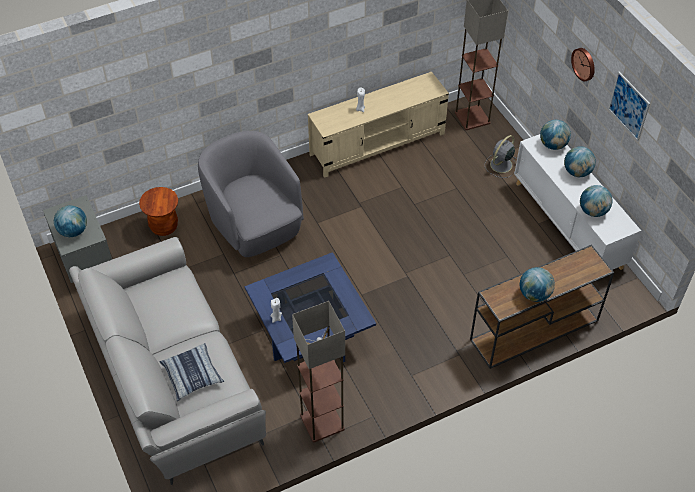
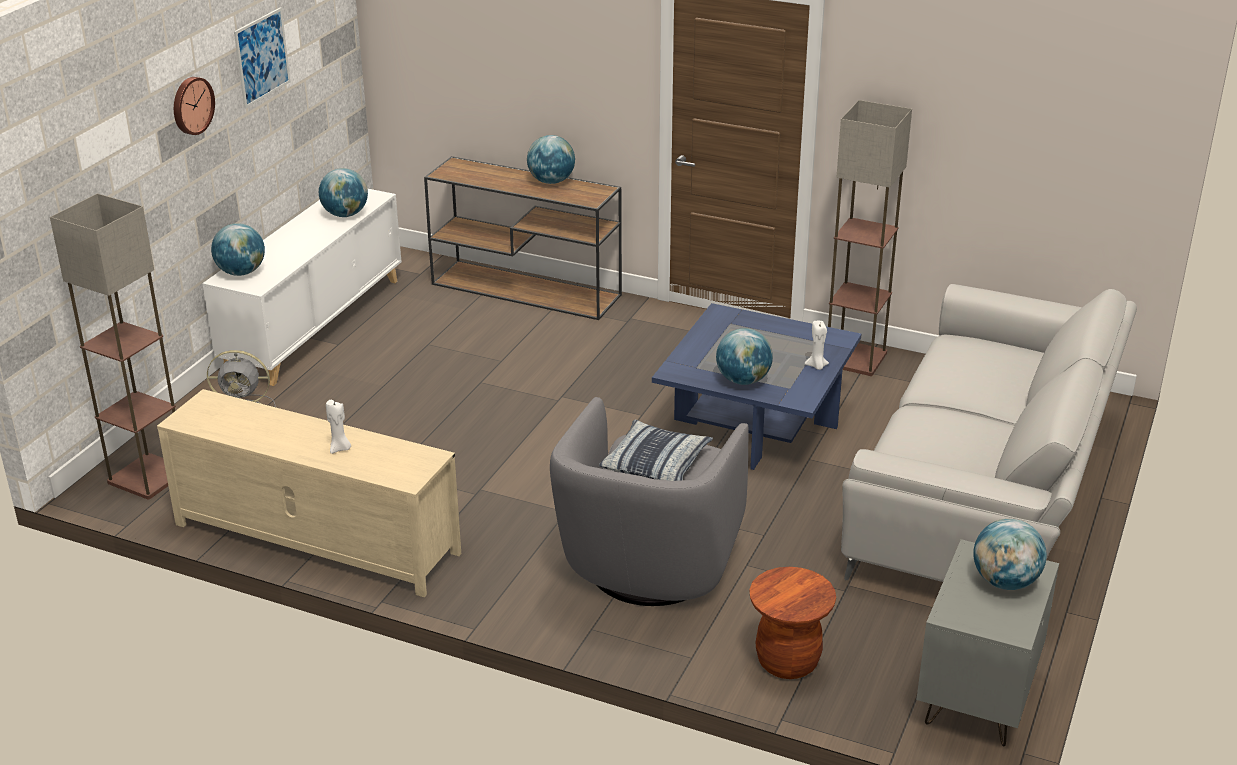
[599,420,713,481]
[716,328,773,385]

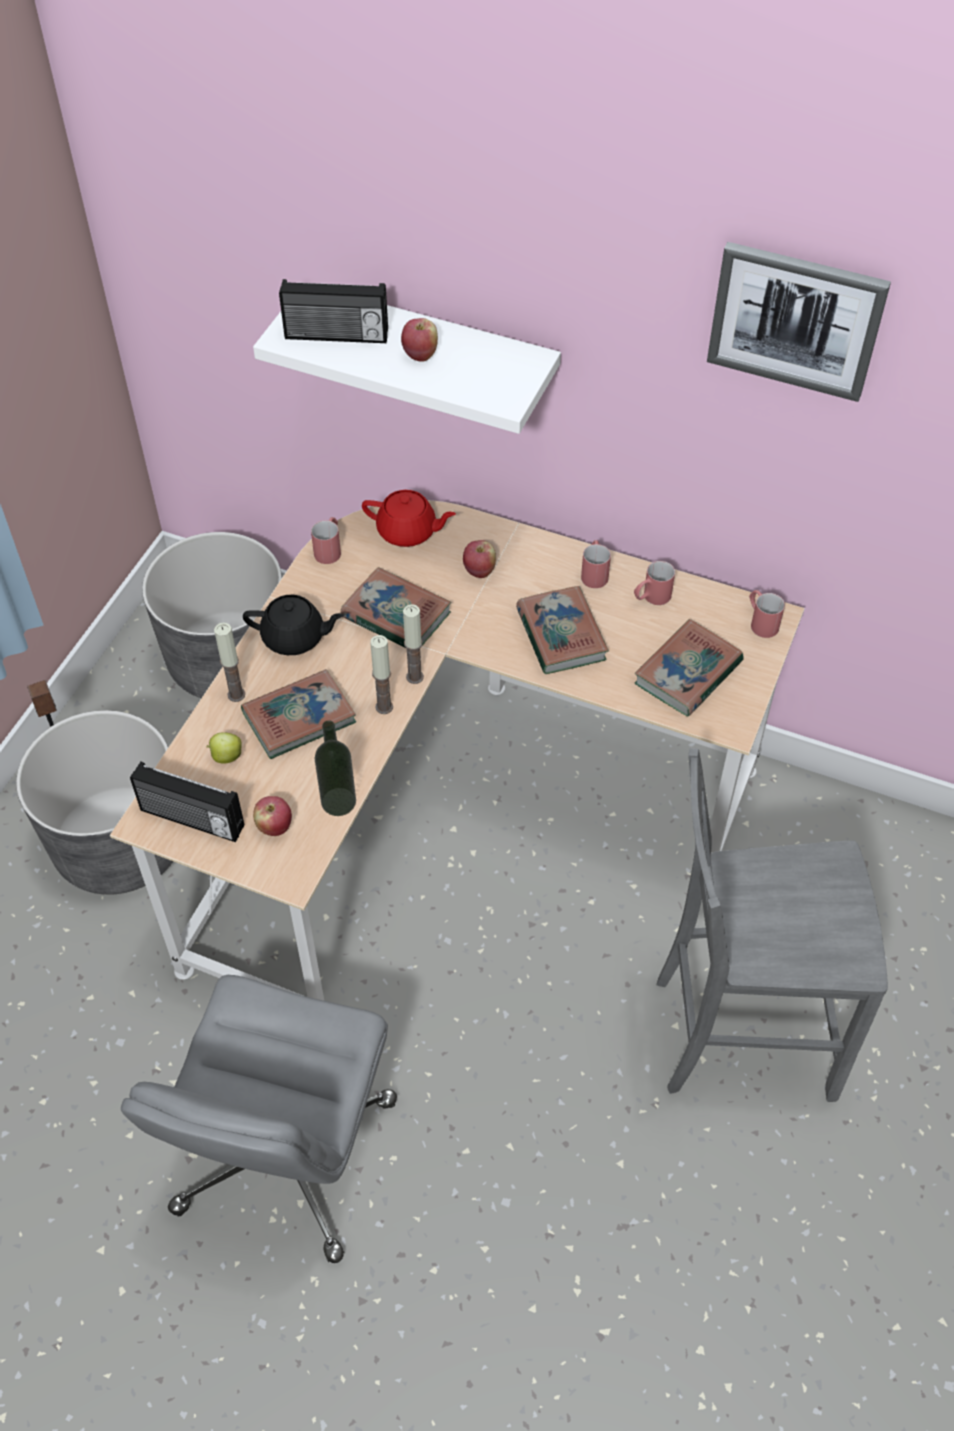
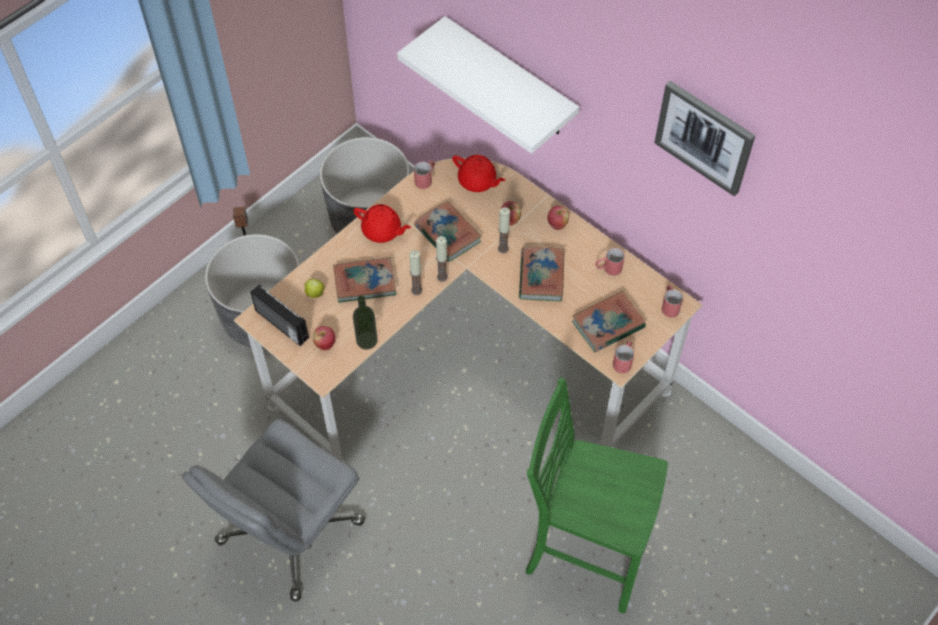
[279,279,388,343] (first image)
[498,207,510,253]
[548,206,569,230]
[613,341,634,373]
[354,204,411,243]
[526,377,668,613]

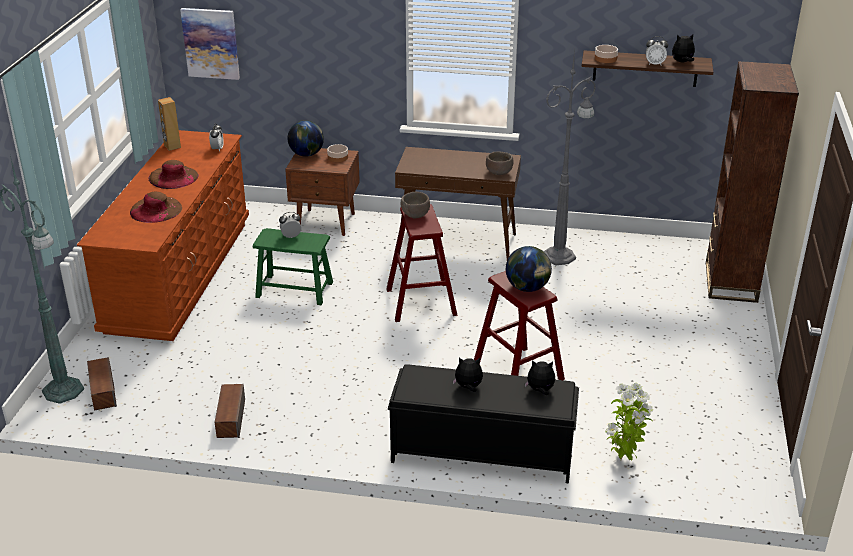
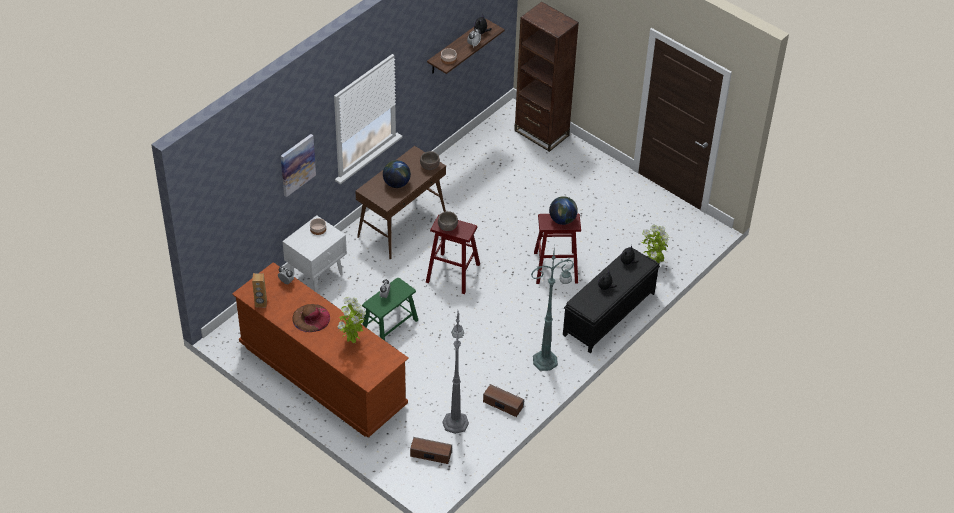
[531,246,574,371]
[281,134,316,197]
[383,160,411,188]
[442,311,469,434]
[337,297,366,344]
[282,215,347,293]

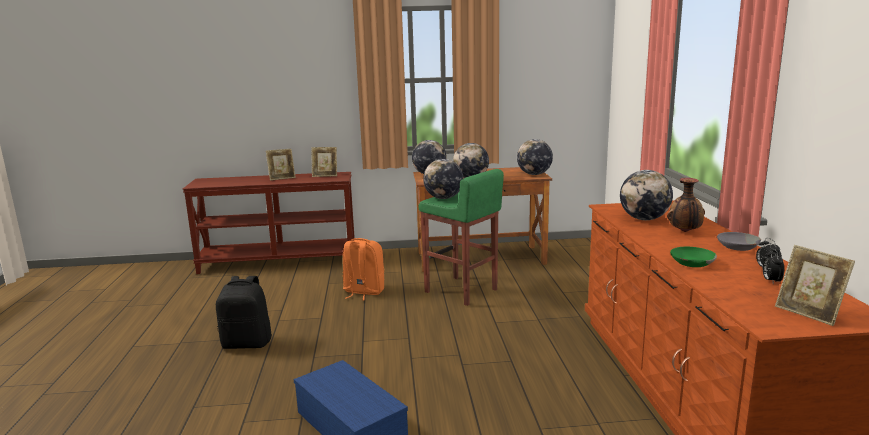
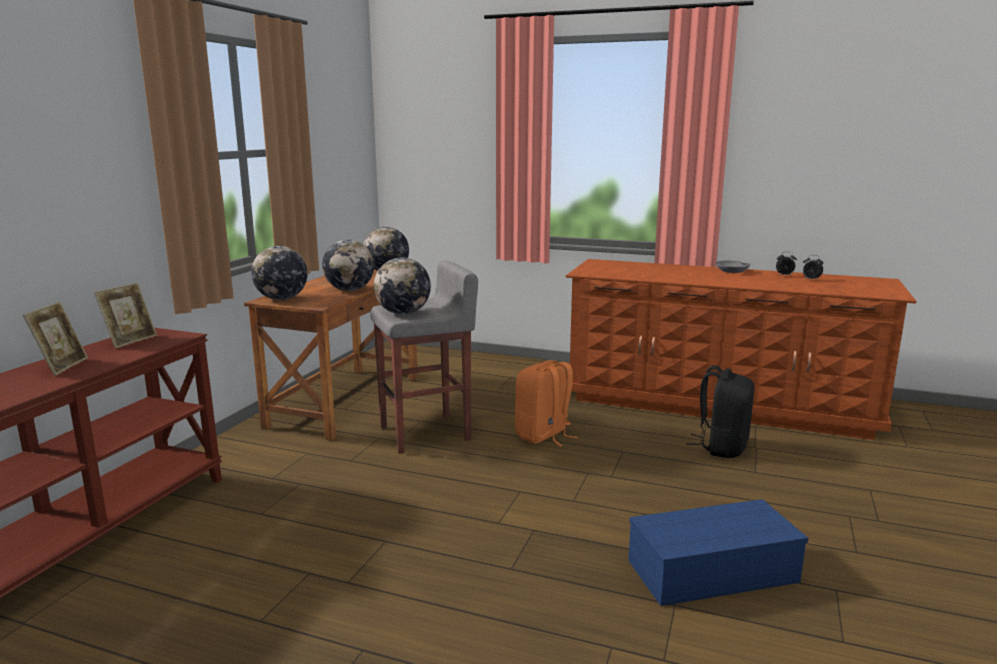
[620,170,673,220] (first image)
[667,178,705,232] (first image)
[670,247,717,267] (first image)
[775,245,855,326] (first image)
[686,365,754,458]
[515,360,578,446]
[370,260,478,454]

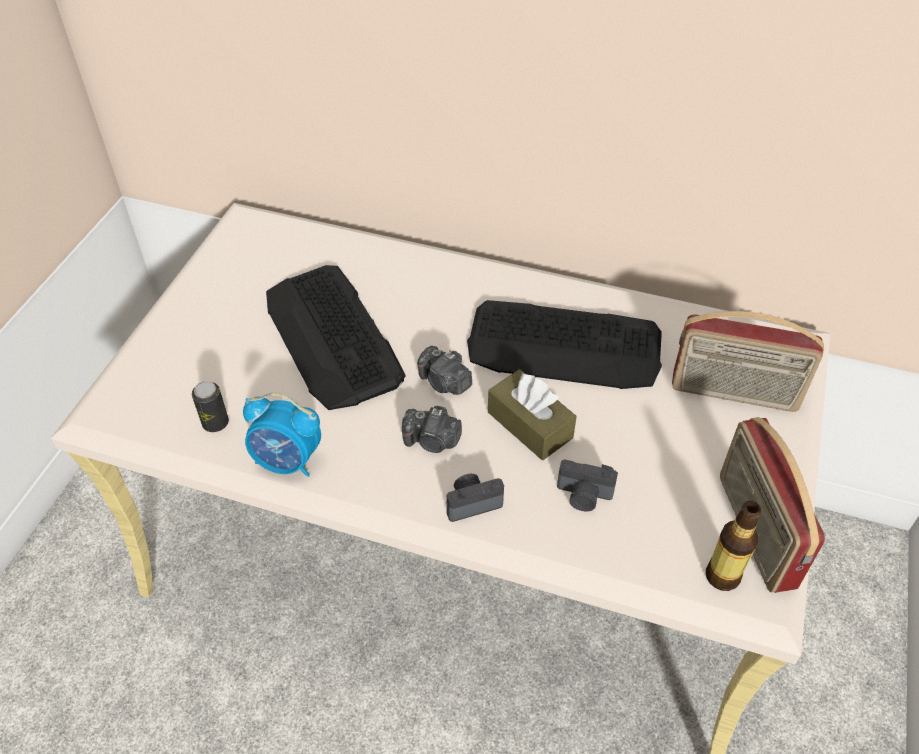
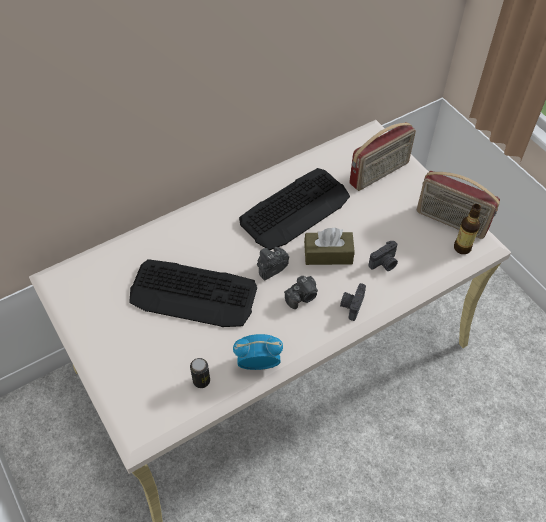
[233,334,283,370]
[257,247,289,281]

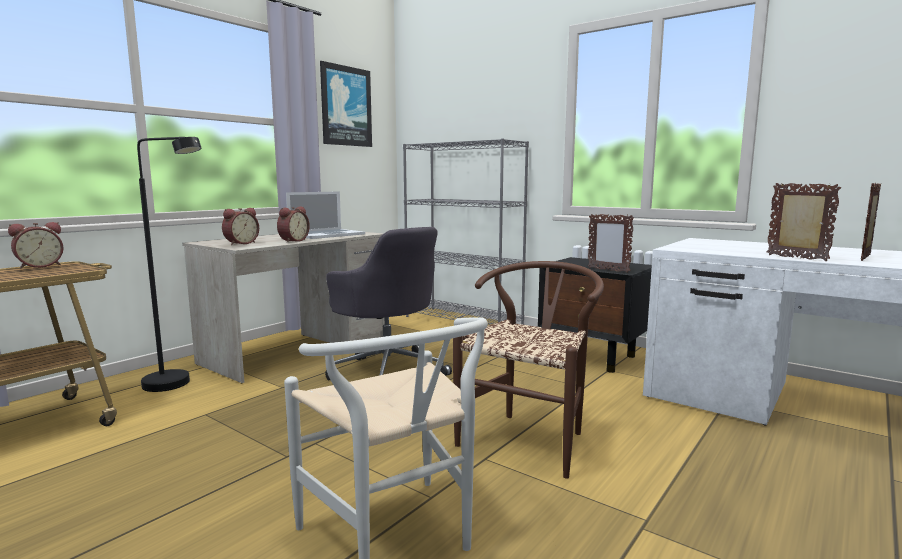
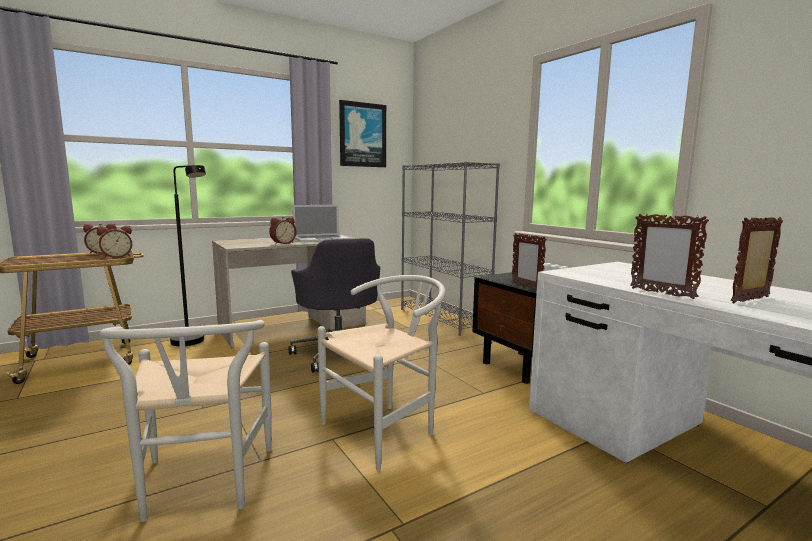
[97,226,132,258]
[317,275,446,471]
[630,214,709,299]

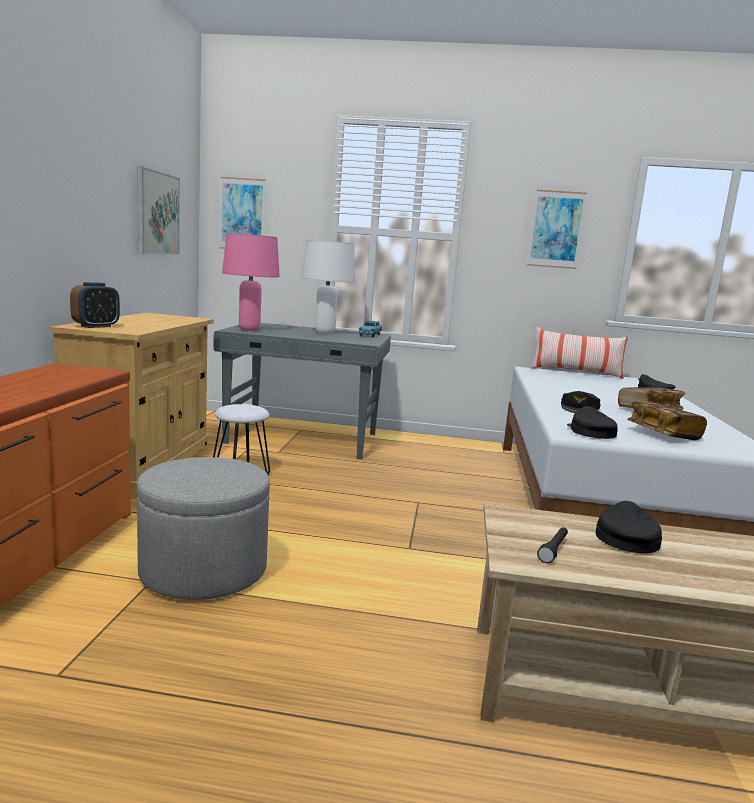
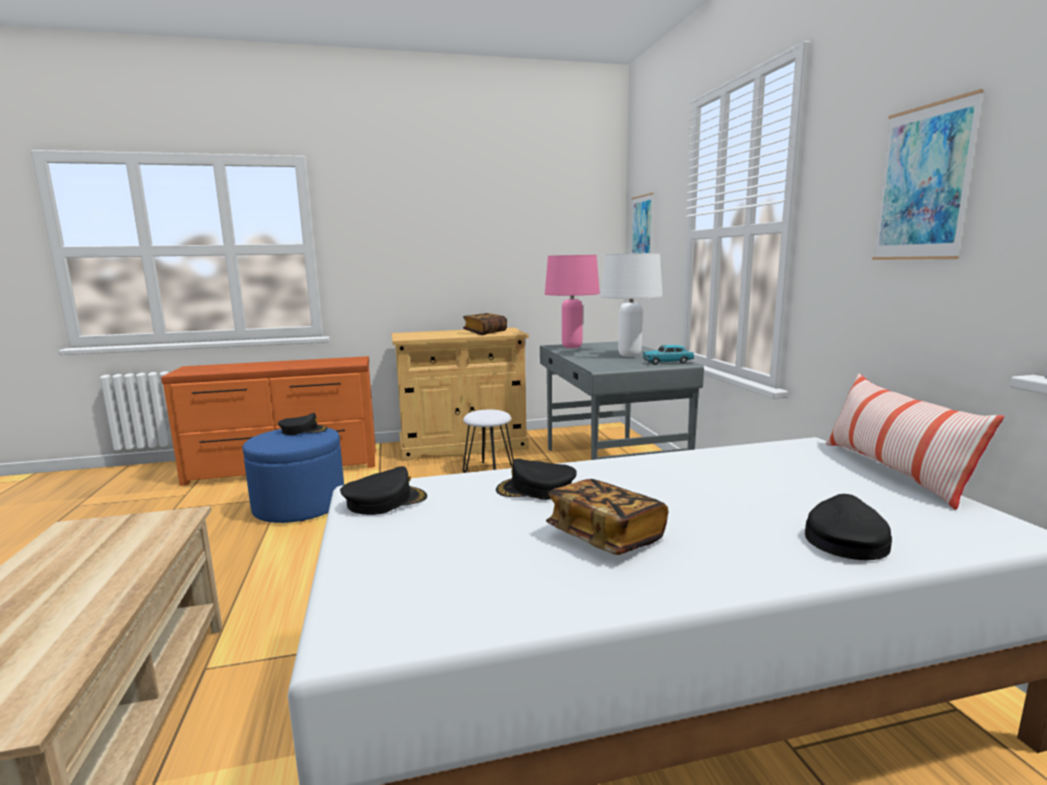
[70,282,120,328] (first image)
[137,166,180,255] (first image)
[537,527,568,563] (first image)
[278,413,328,435]
[463,313,507,335]
[243,428,344,523]

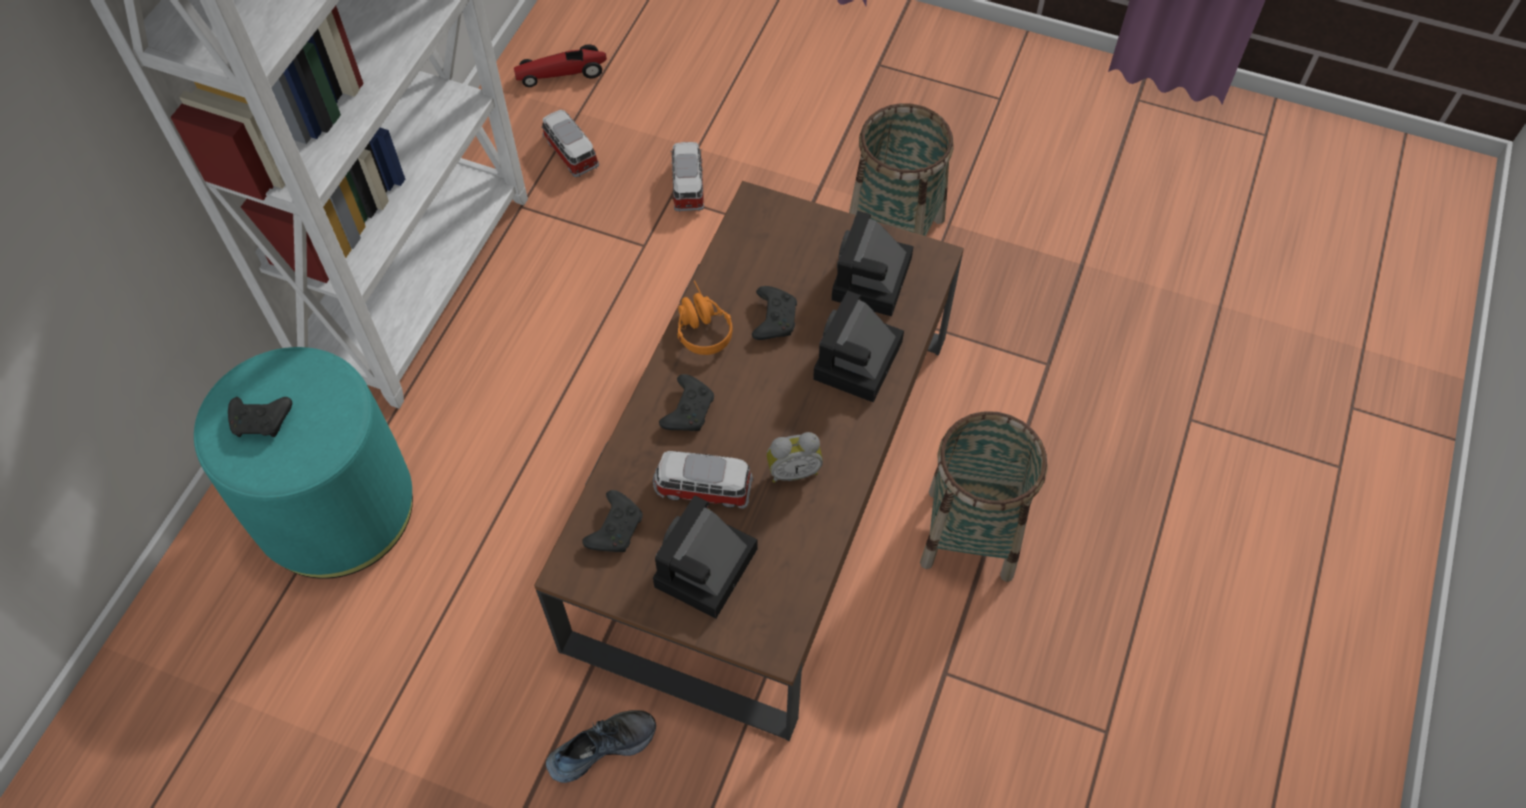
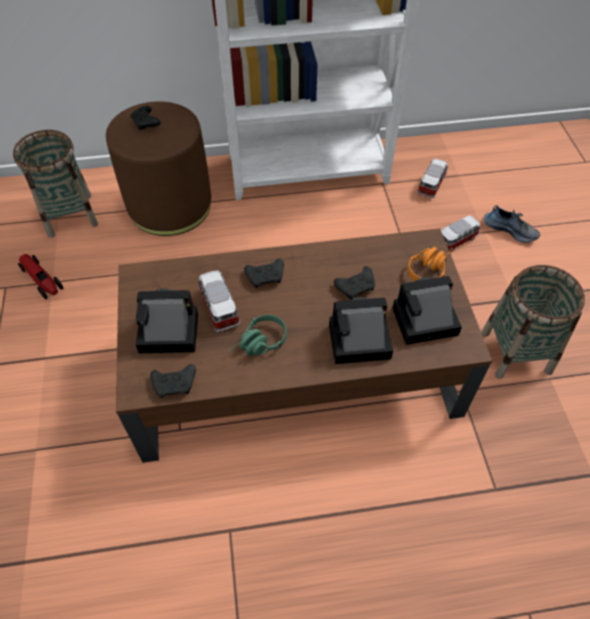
[18,254,63,299]
[484,205,540,243]
[150,364,196,398]
[408,247,452,281]
[13,130,98,238]
[228,315,287,356]
[106,102,211,236]

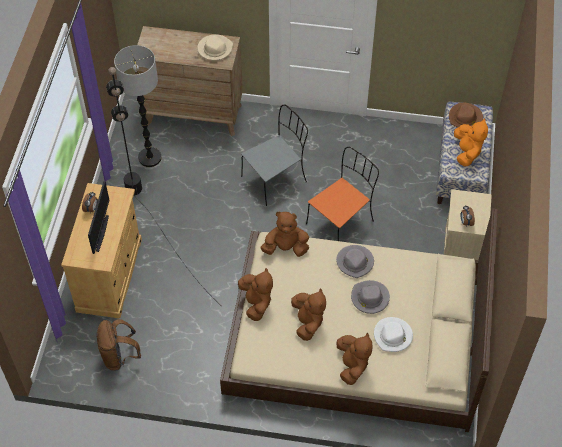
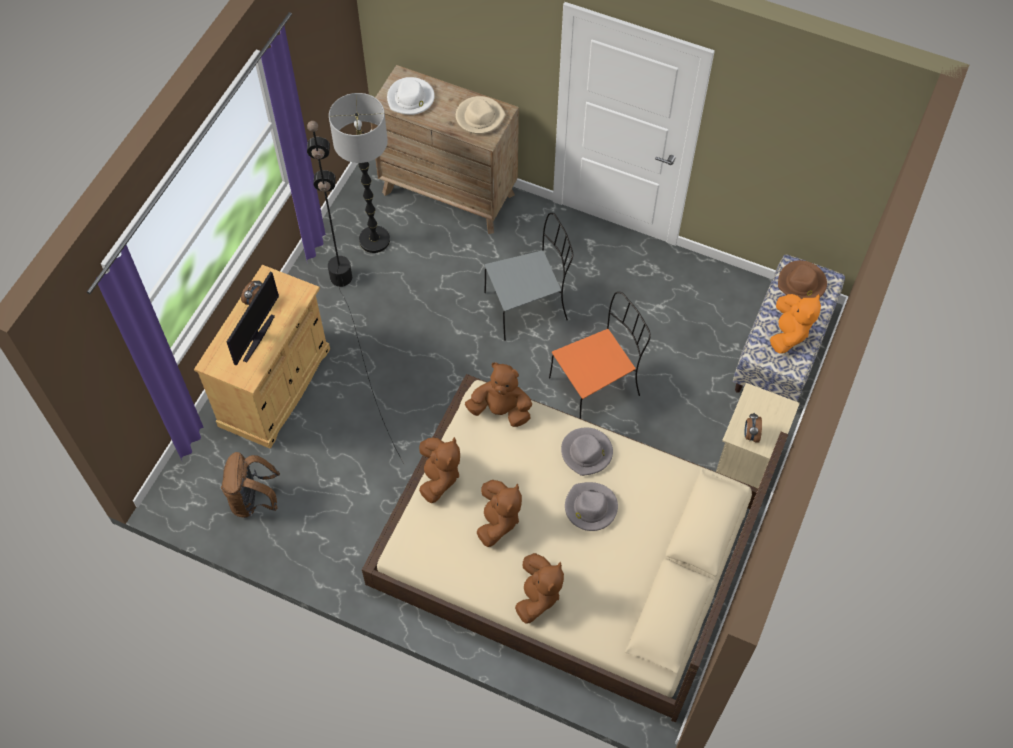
[387,77,435,115]

